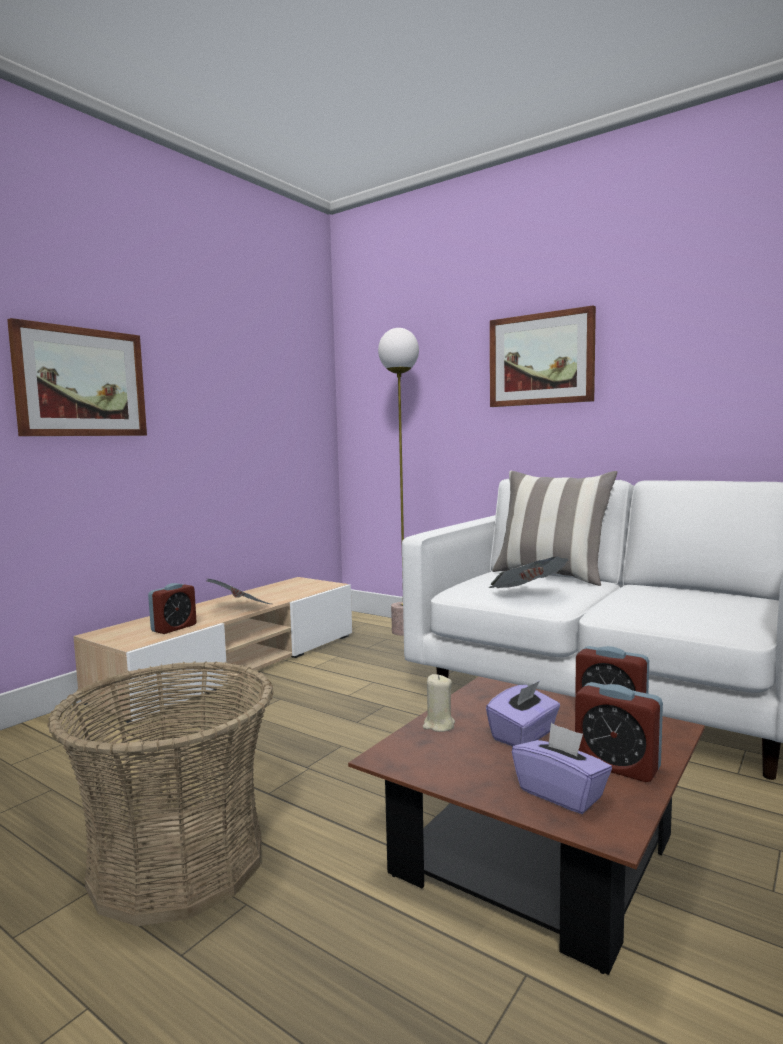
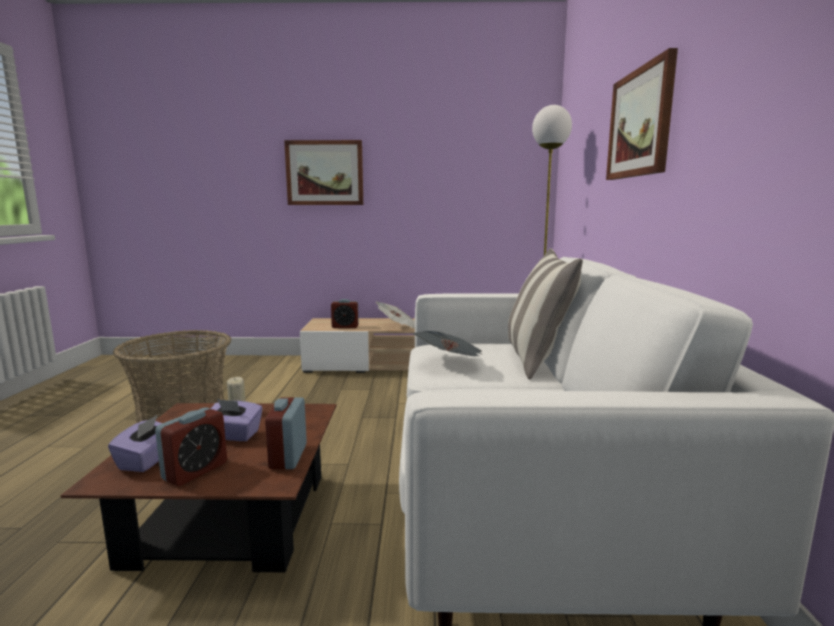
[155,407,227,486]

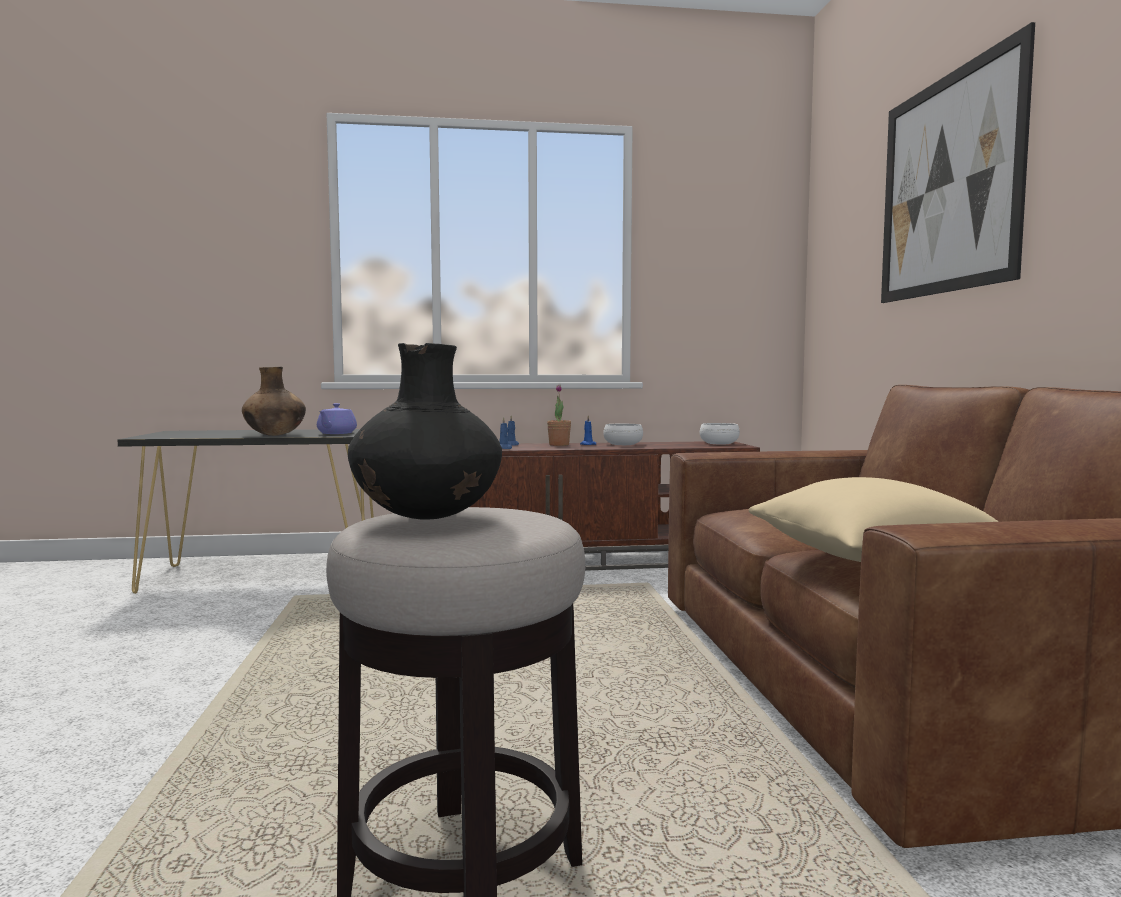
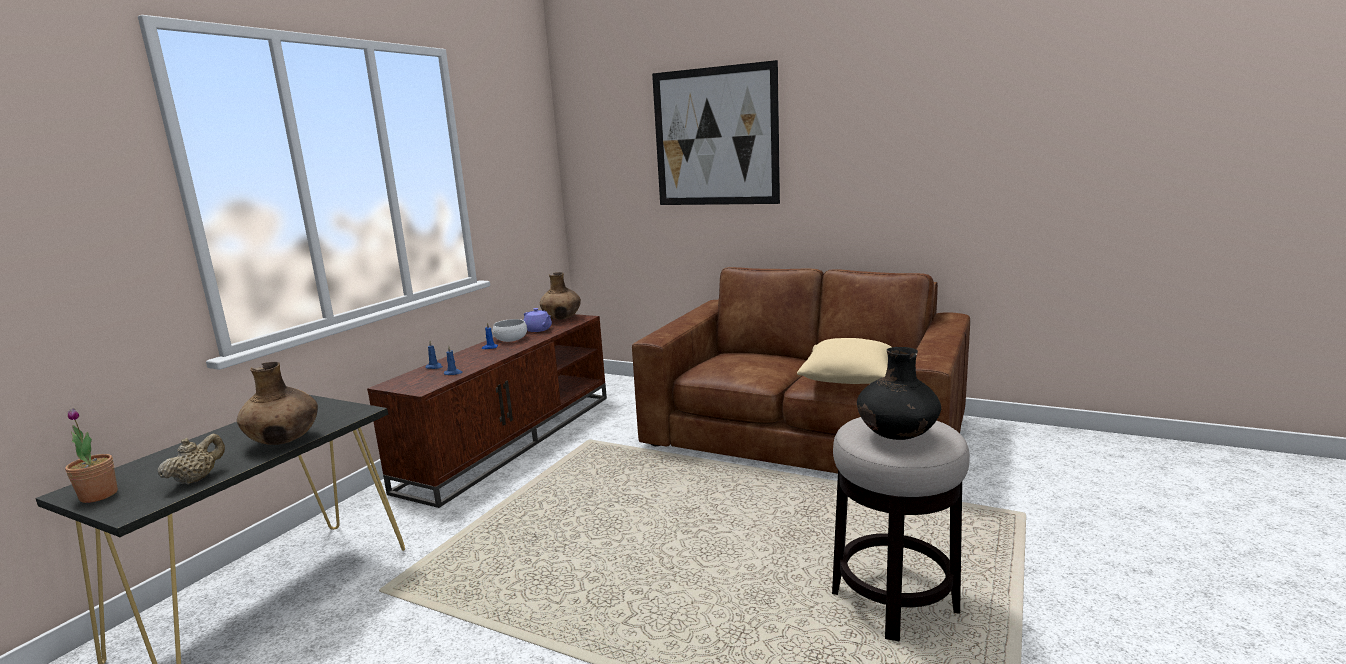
[158,434,225,485]
[524,308,552,332]
[65,408,118,503]
[540,272,581,320]

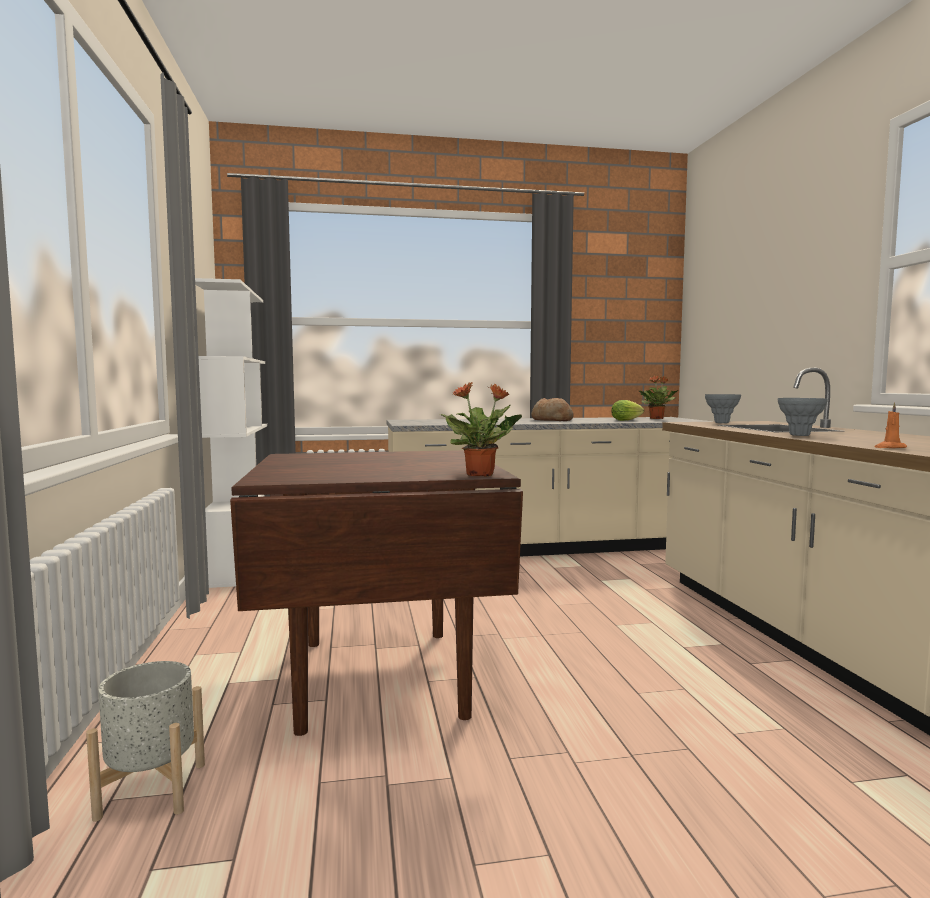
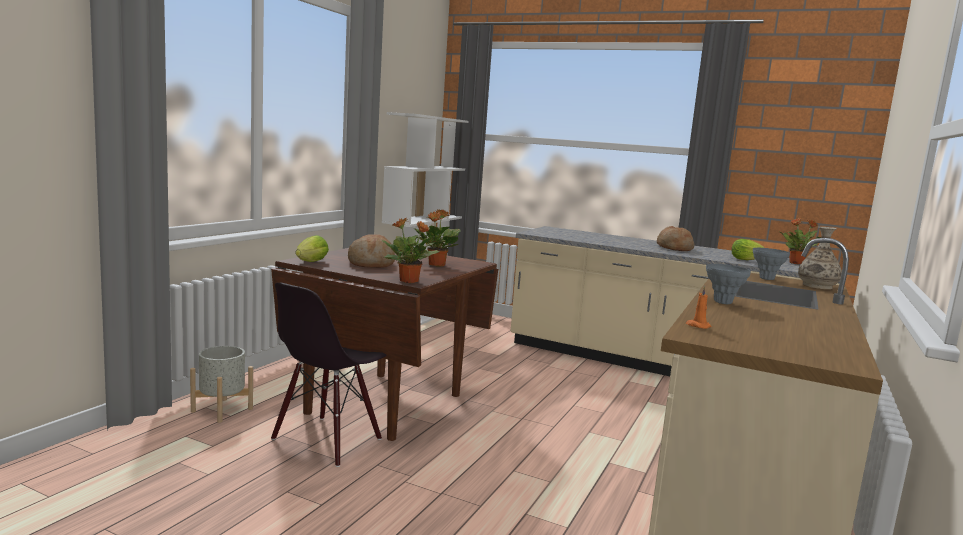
[271,283,386,467]
[295,235,329,262]
[348,235,395,268]
[414,209,461,267]
[798,227,842,289]

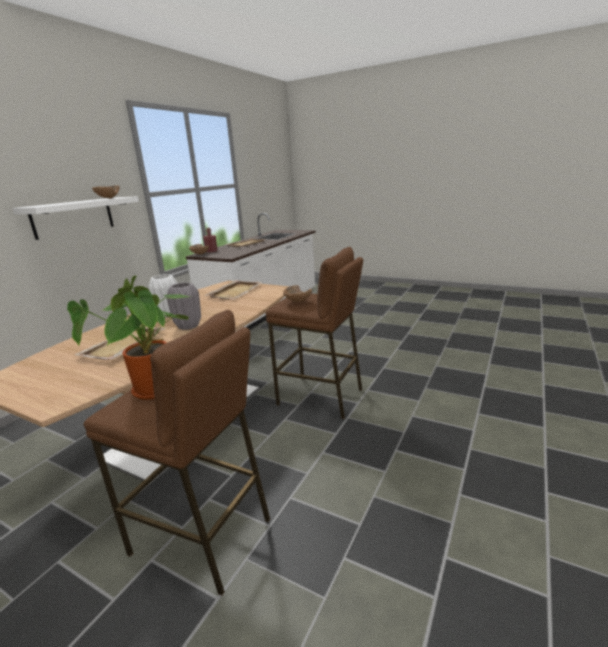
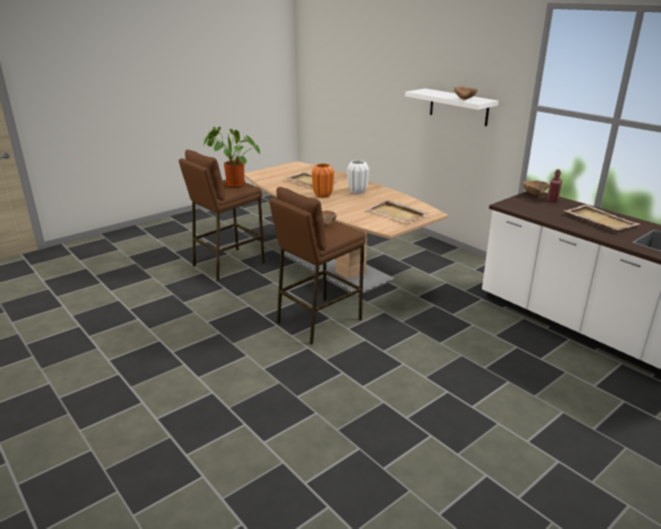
[312,163,334,198]

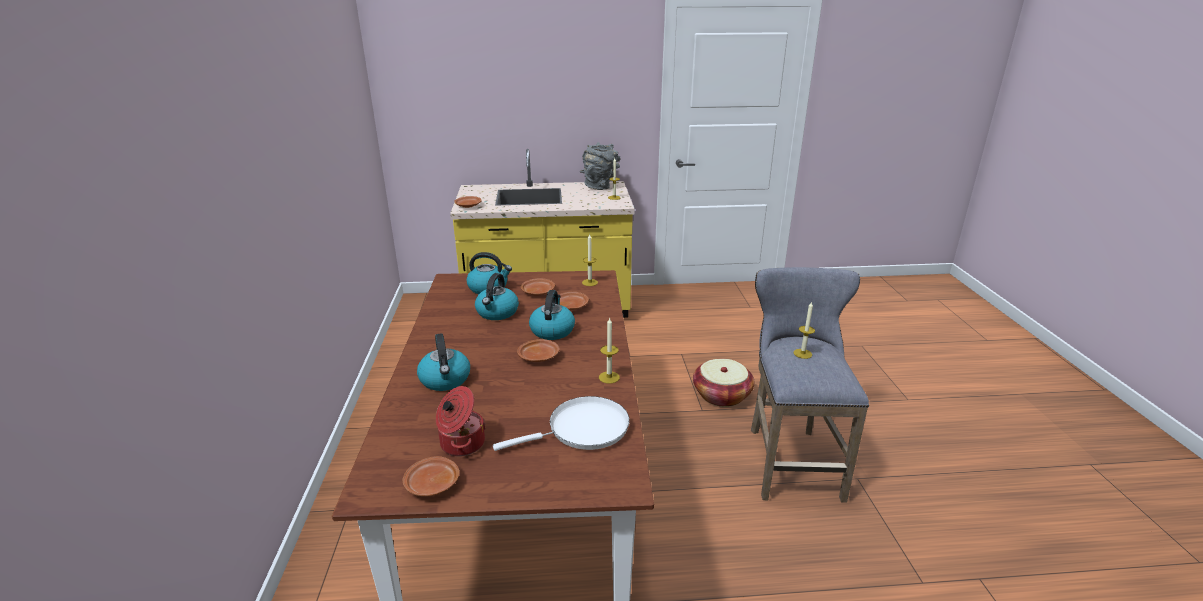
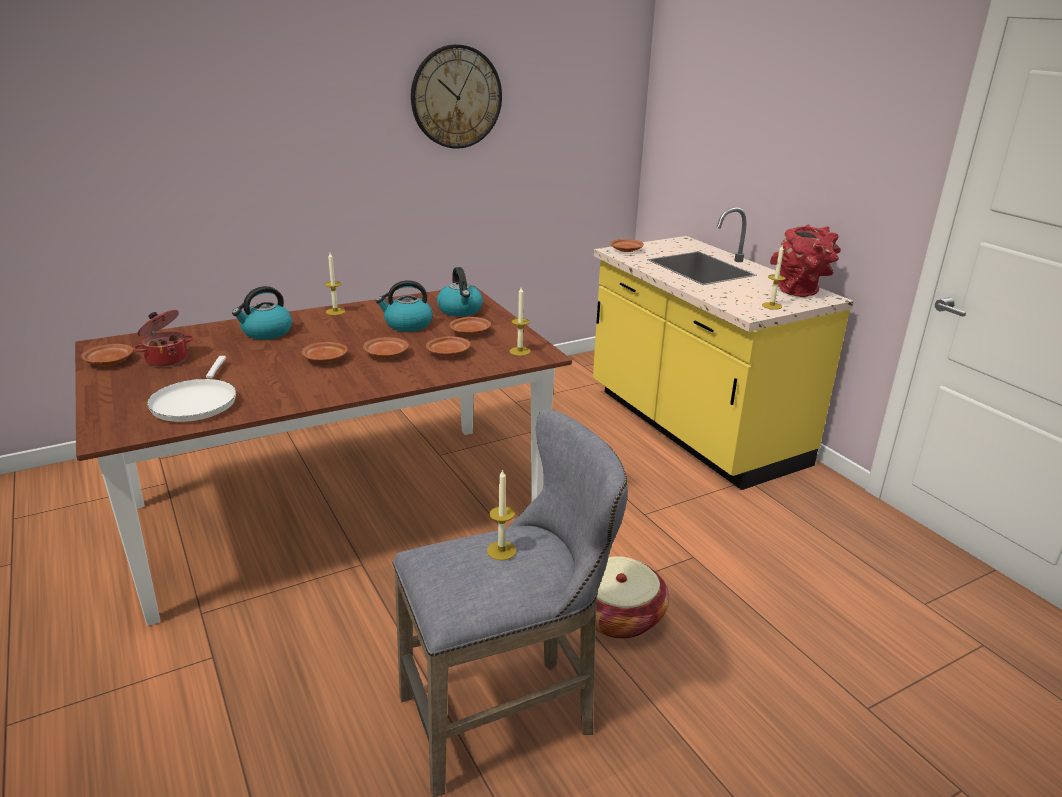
[411,44,502,149]
[325,253,345,315]
[363,337,409,359]
[770,225,841,297]
[147,356,236,422]

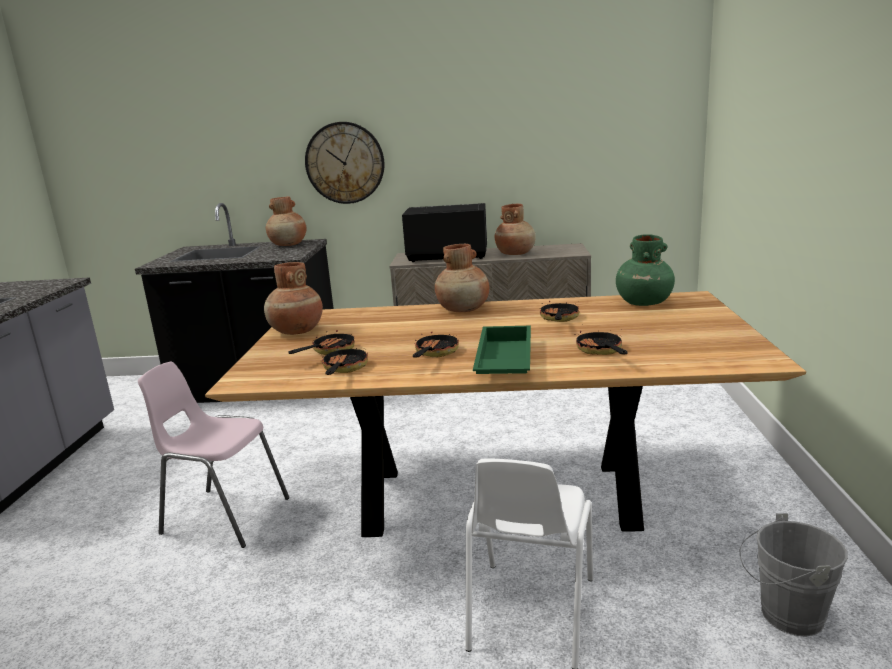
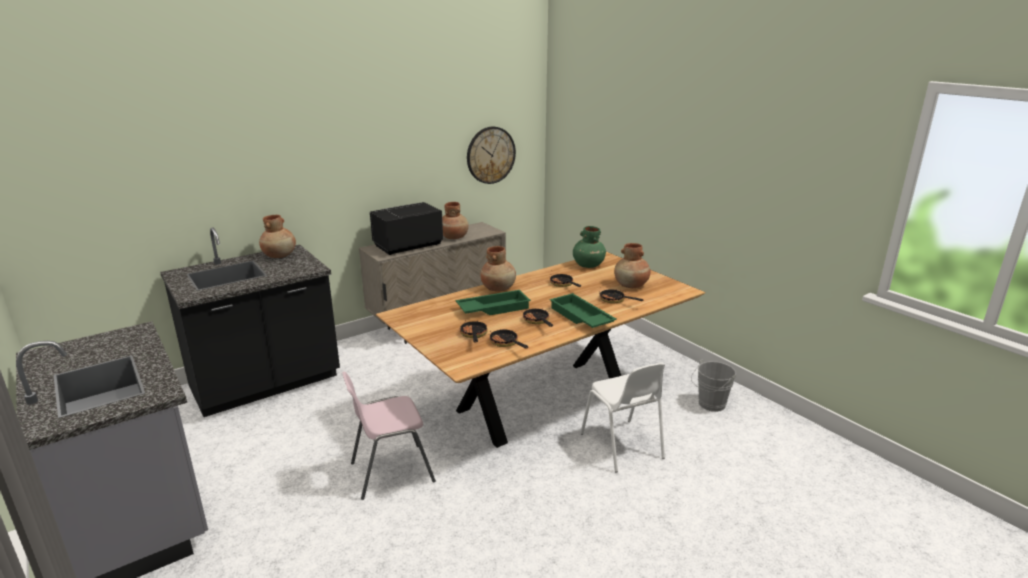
[455,290,531,315]
[614,243,650,288]
[467,127,516,184]

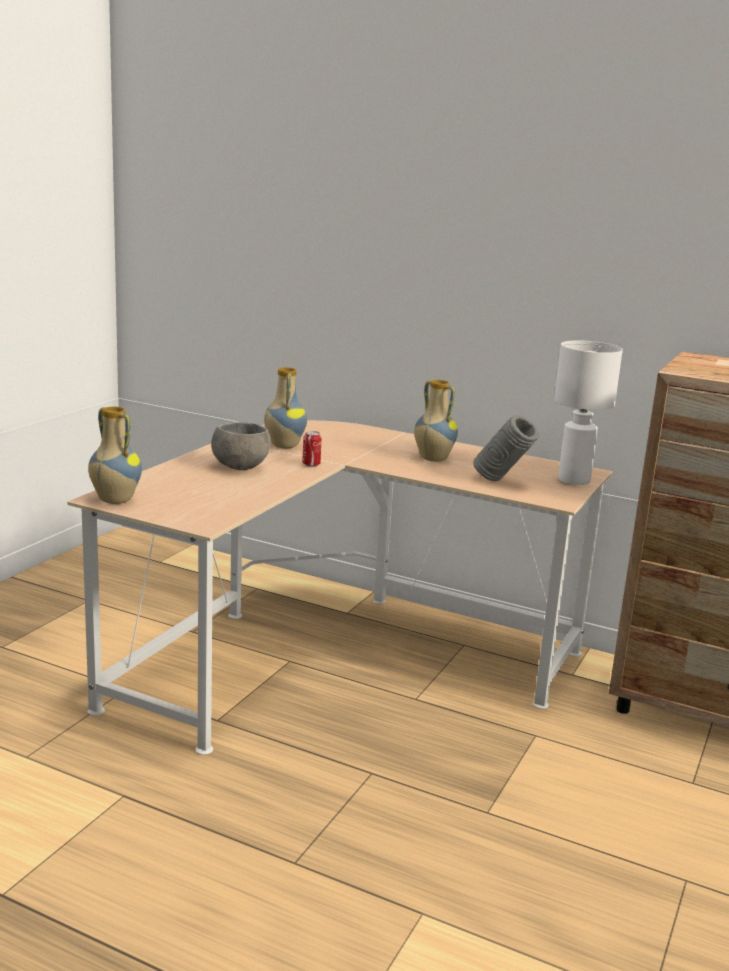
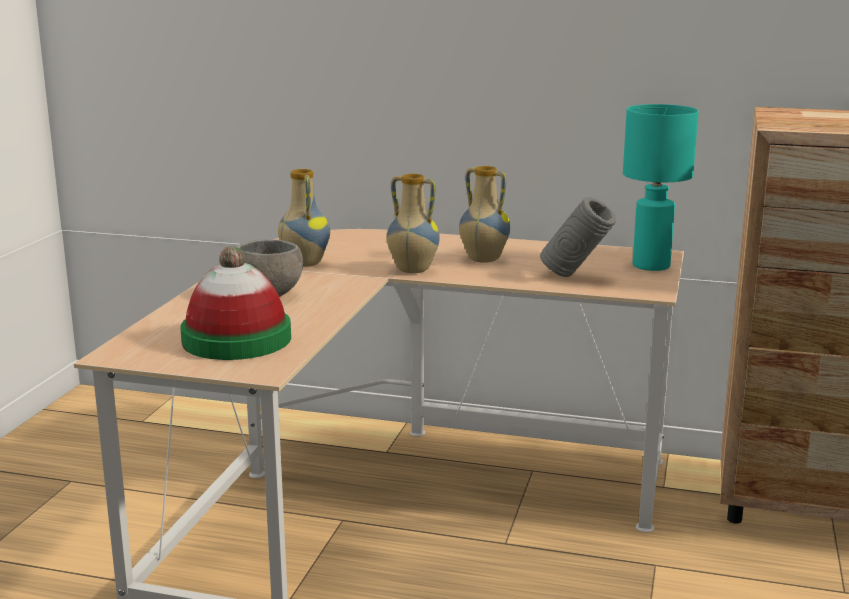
[302,431,321,467] (first image)
[180,246,291,360]
[387,174,440,273]
[623,104,699,271]

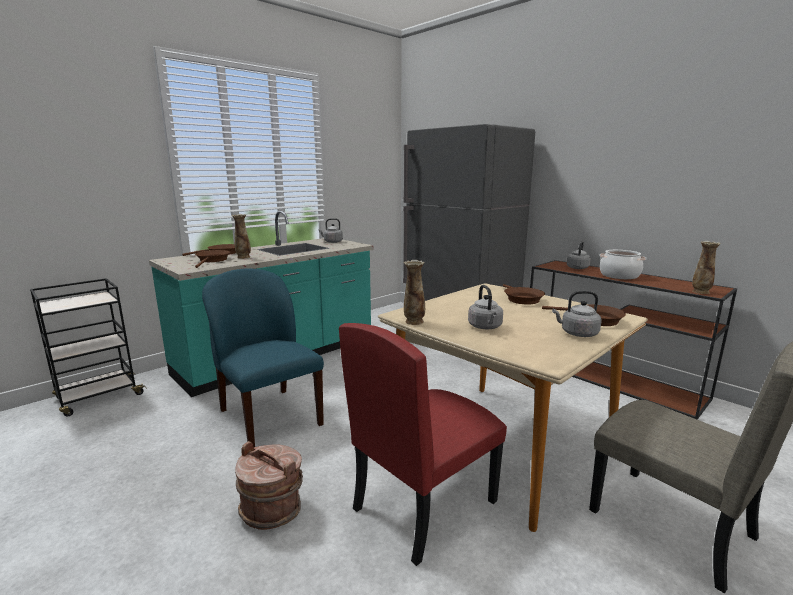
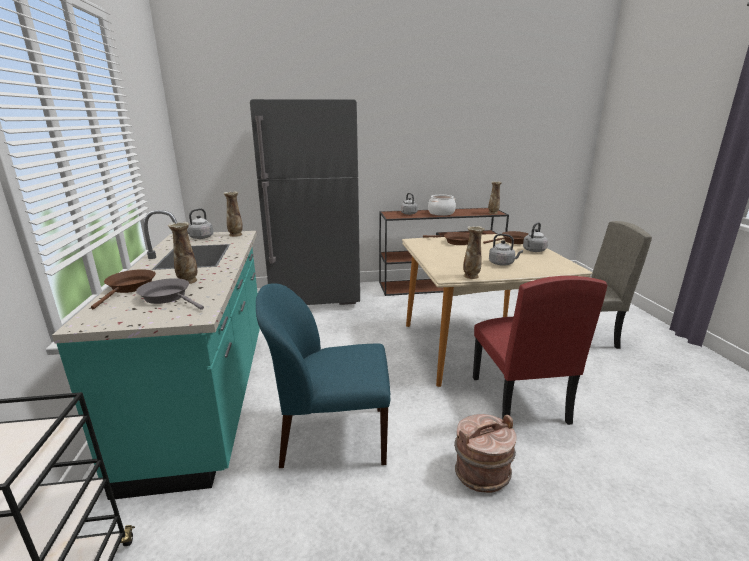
[224,191,243,237]
[136,278,204,310]

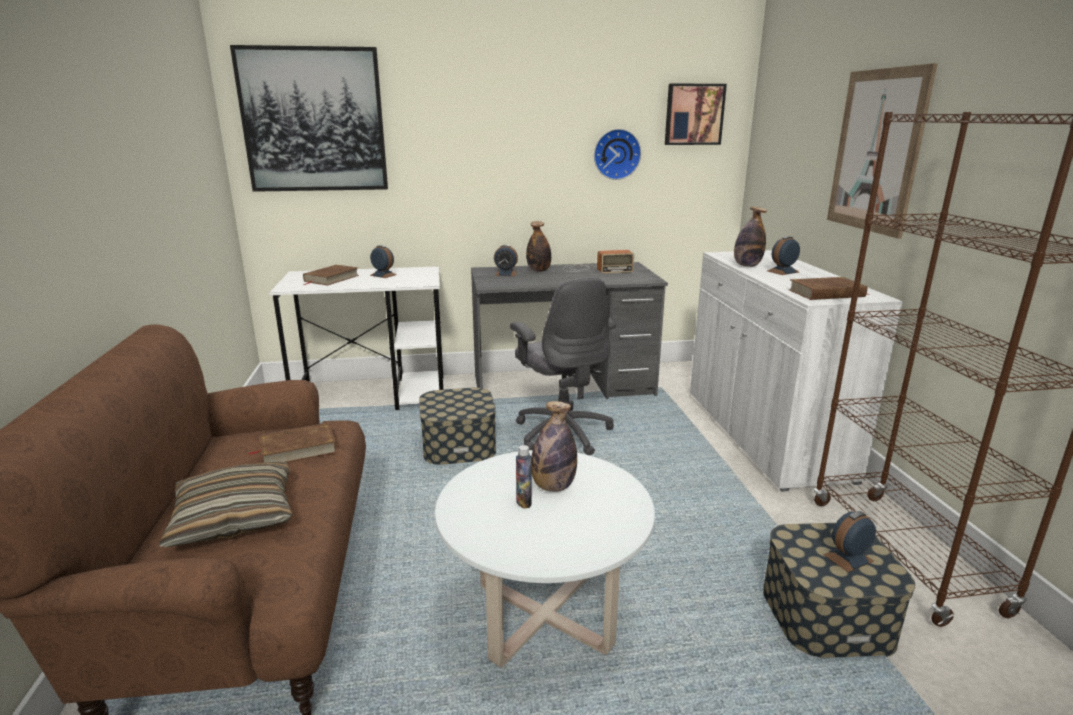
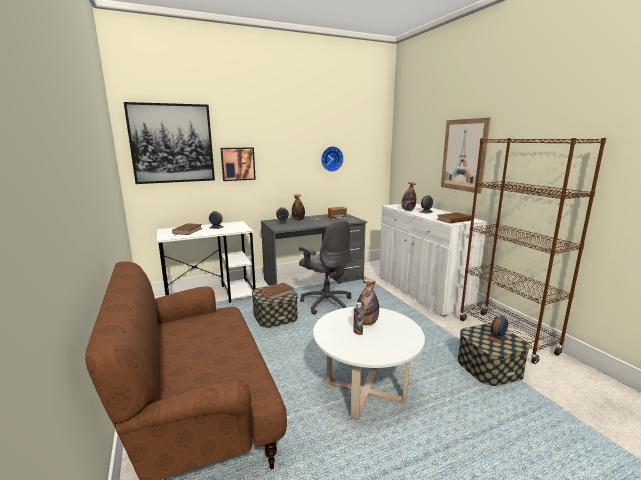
[159,462,292,547] (first image)
[259,282,294,300]
[220,147,256,181]

